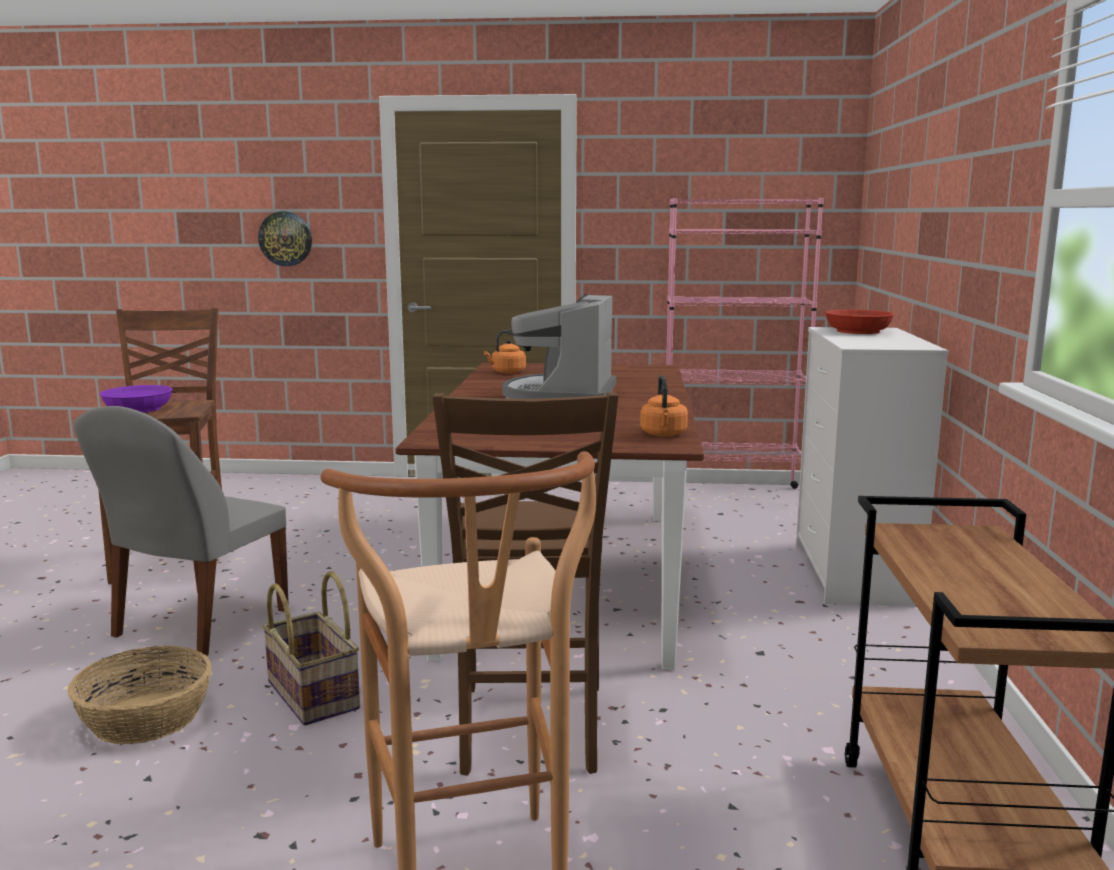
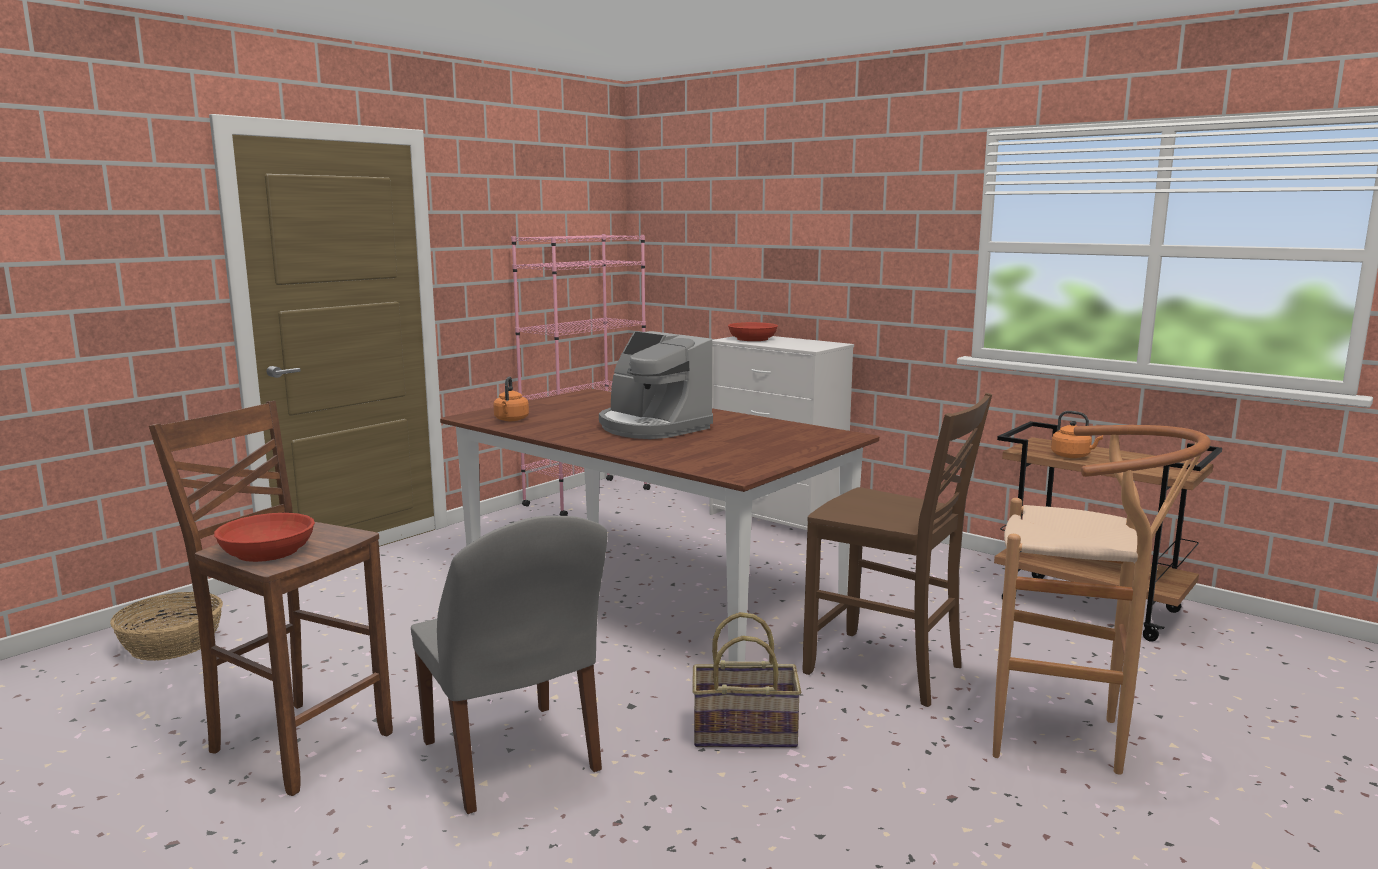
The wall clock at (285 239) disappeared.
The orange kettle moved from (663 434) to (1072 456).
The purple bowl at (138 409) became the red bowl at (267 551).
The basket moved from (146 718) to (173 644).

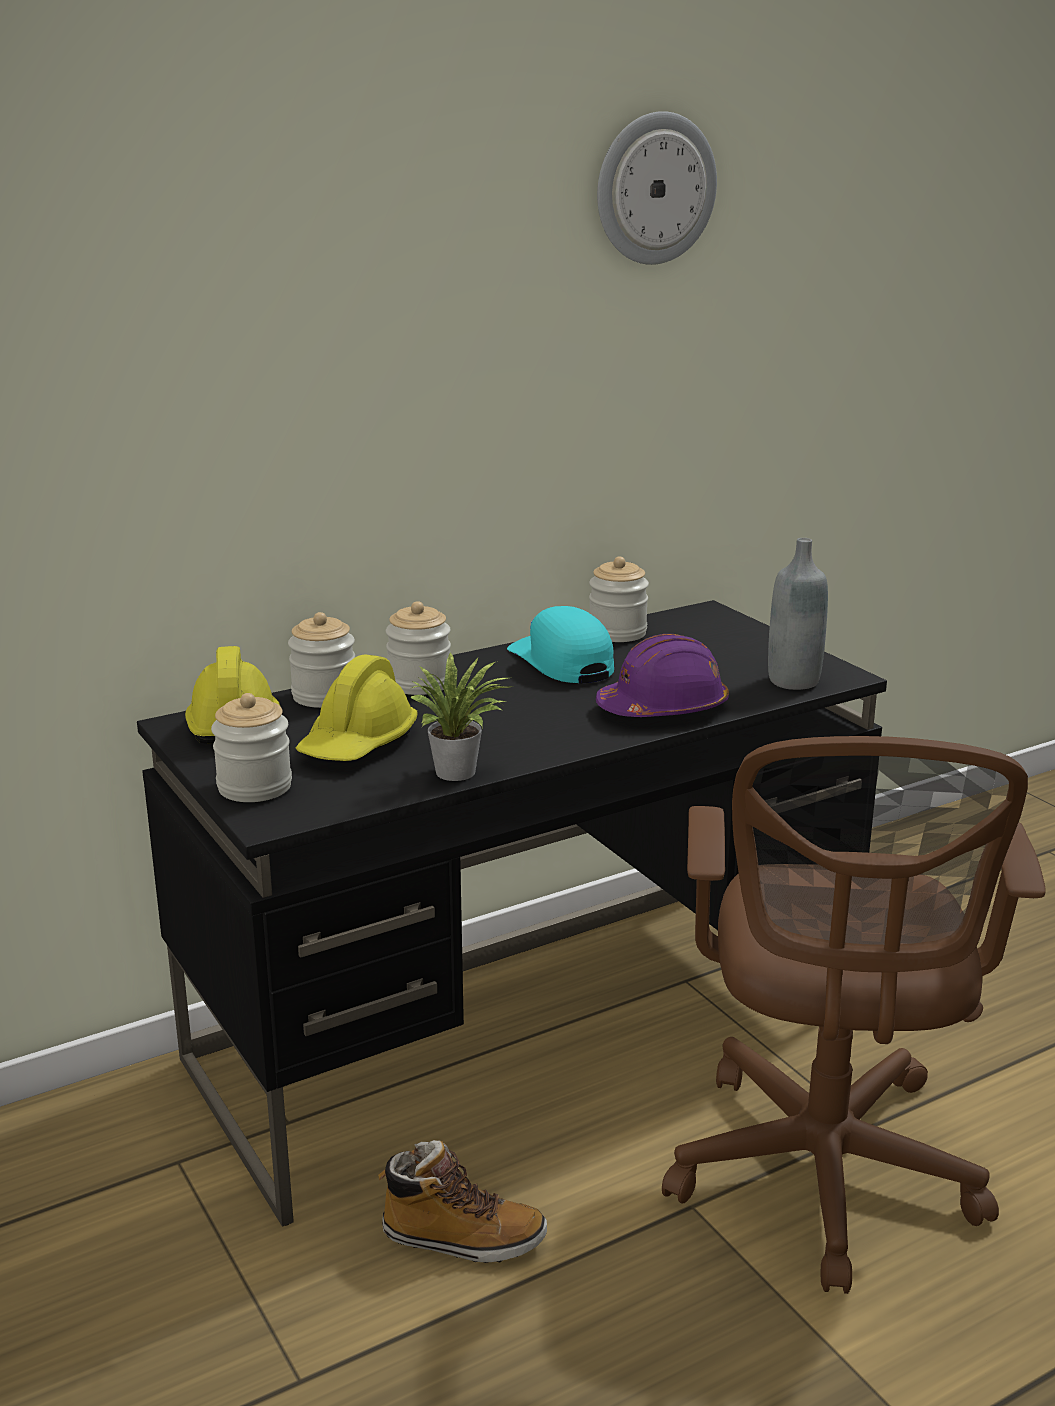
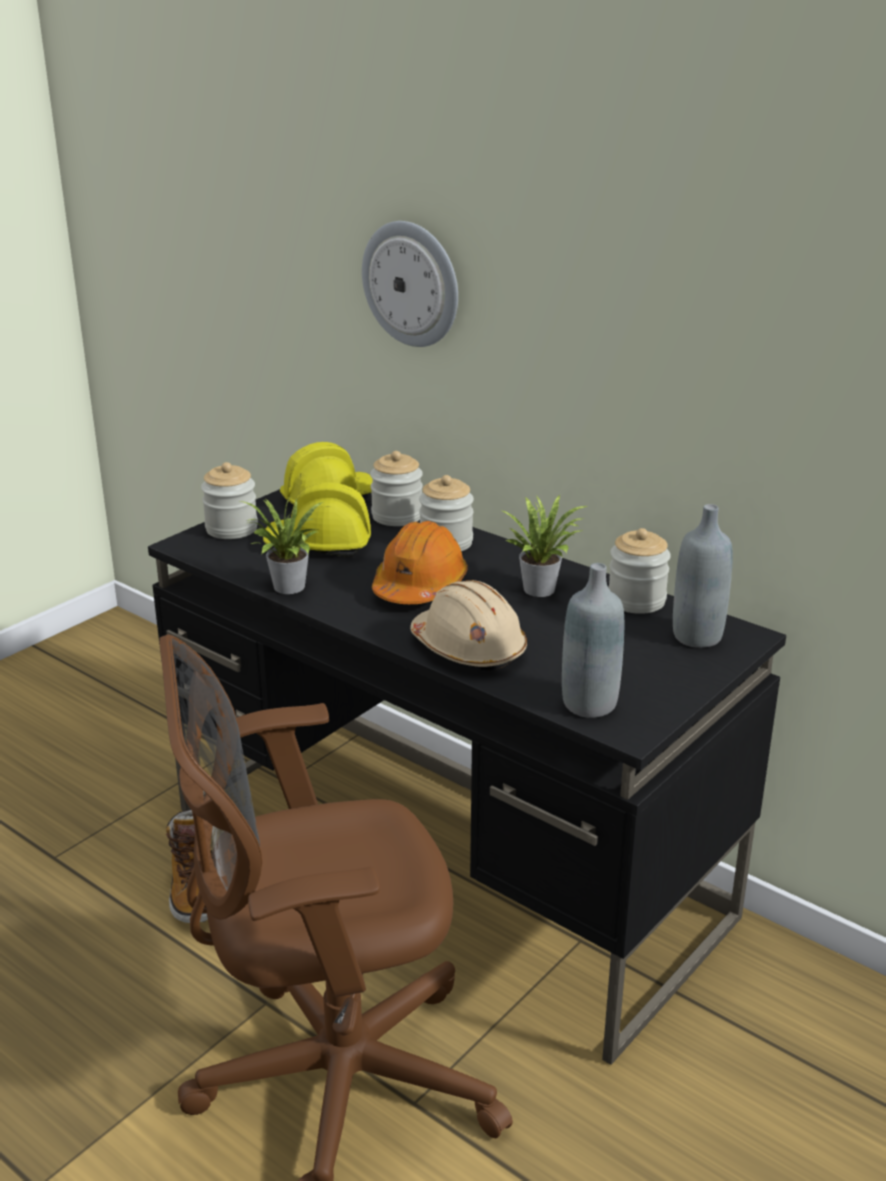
The wall clock moved from (654 189) to (412 284).
The turquoise cap at (562 661) was replaced by the potted plant at (542 588).
The purple hard hat at (663 709) became the beige hard hat at (468 648).
The grey bottle at (697 636) appeared.
The orange hard hat at (419 586) appeared.

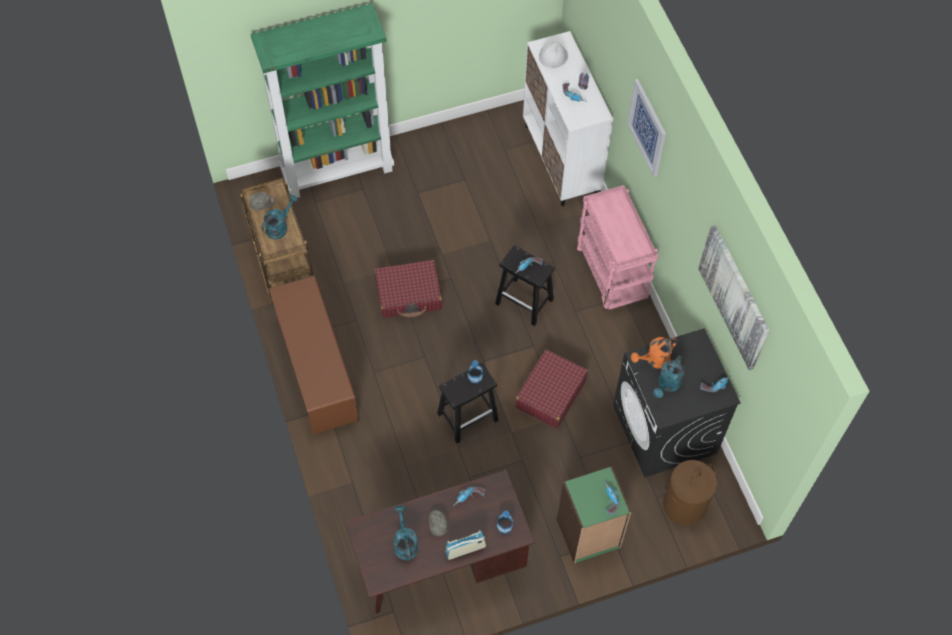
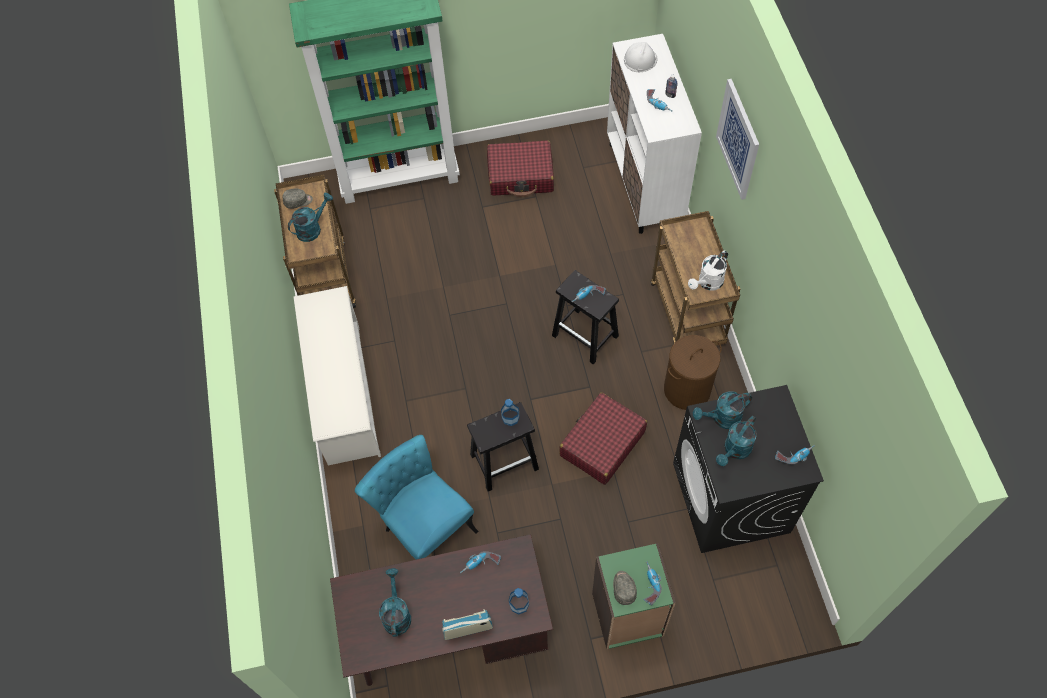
The pink cart at (612 275) became the brown cart at (688 314).
The picture at (734 297) disappeared.
The red suitcase moved from (409 294) to (521 175).
The brown shoe rack at (317 371) became the white shoe rack at (343 393).
The orange watering can at (654 360) became the turquoise watering can at (722 418).
The brown laundry basket moved from (684 505) to (687 389).
The grey cap moved from (437 523) to (623 588).
The white watering can at (708 283) appeared.
The turquoise chair at (424 524) appeared.

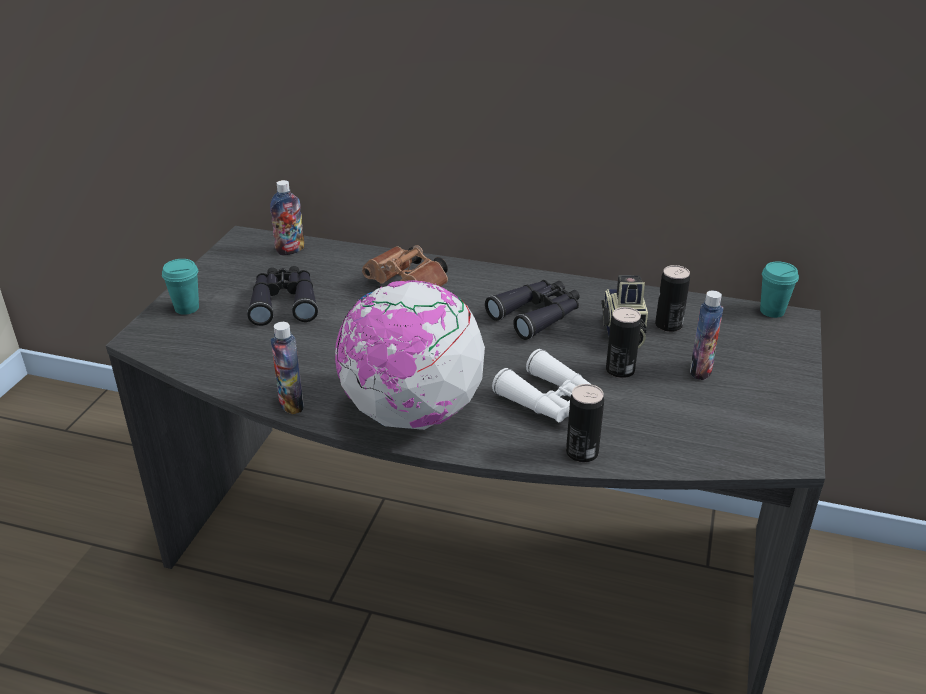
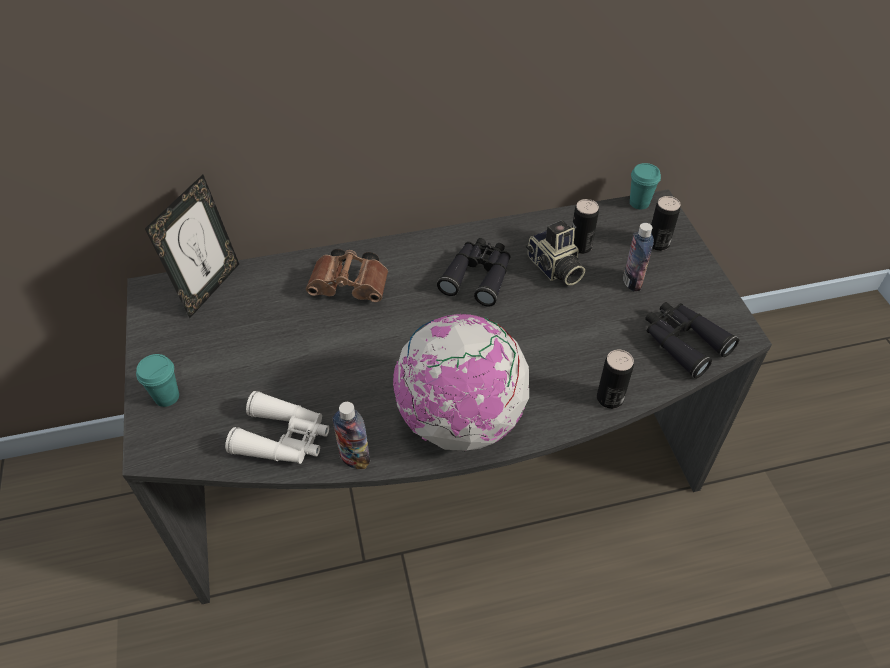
The bottle at (290 250) was replaced by the picture frame at (209 288).
The black binoculars moved from (284 302) to (683 342).
The can moved from (620 370) to (658 243).
The white binoculars moved from (552 402) to (284 438).

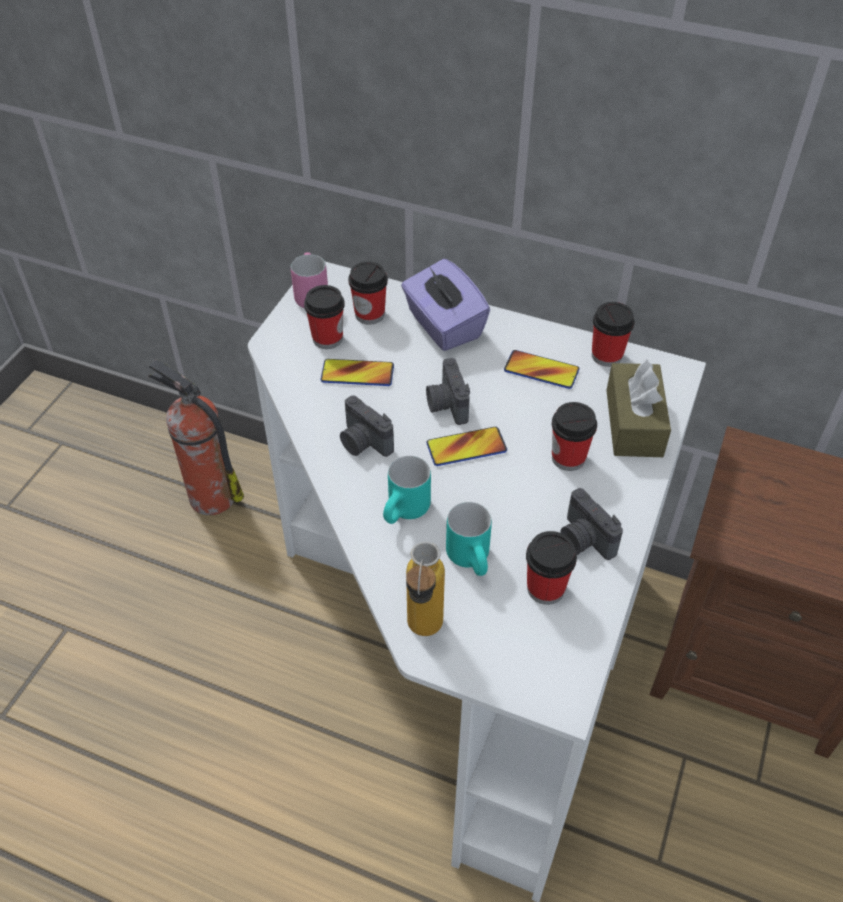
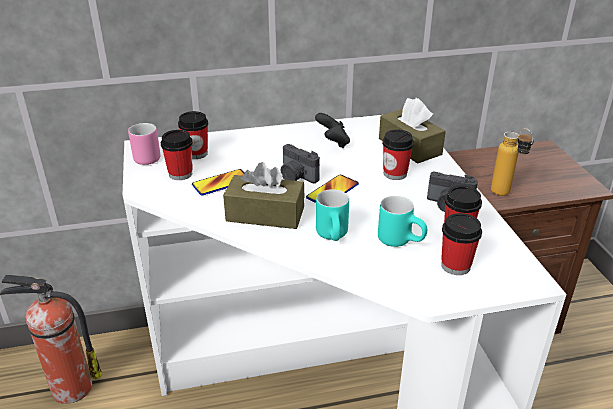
The purple tissue box at (443 326) disappeared.
The cup moved from (606 356) to (455 265).
The phone at (541 371) was replaced by the black game controller at (333 143).
The photo camera at (363 443) was replaced by the brown tissue box at (265 214).
The bottle moved from (423 635) to (505 195).

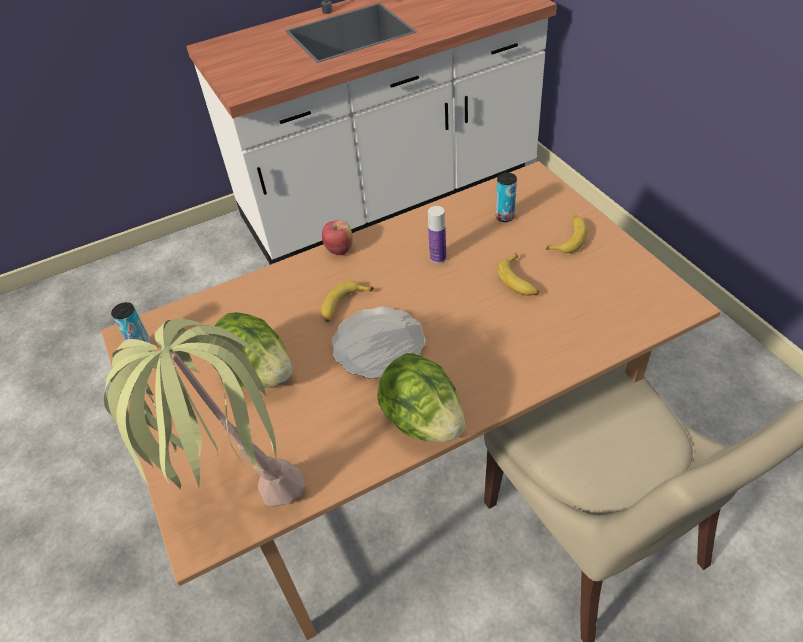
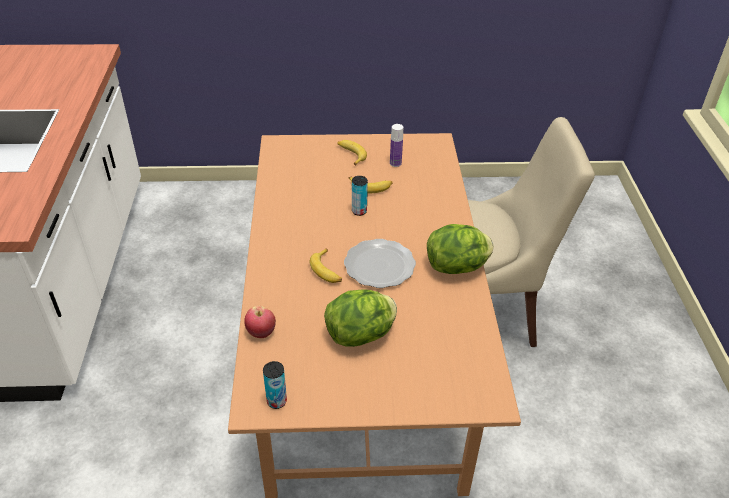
The can moved from (505 217) to (359 211).
The bottle moved from (438 258) to (395 163).
The apple moved from (339 250) to (261 332).
The potted plant at (235 488) disappeared.

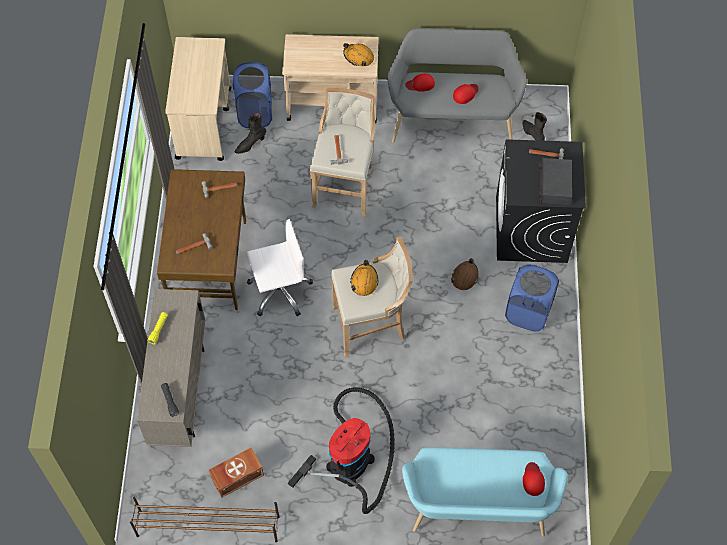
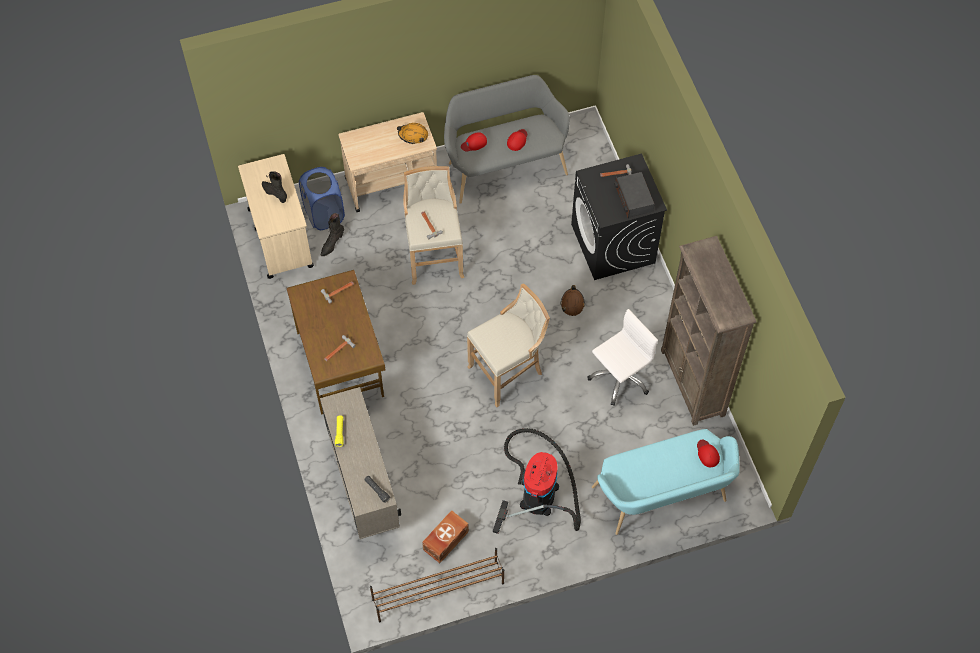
The black boot moved from (532 135) to (275 194).
The white office chair moved from (279 291) to (619 377).
The orange hard hat at (364 281) disappeared.
The blue laundry basket at (528 313) disappeared.
The brown bookcase at (692 383) appeared.

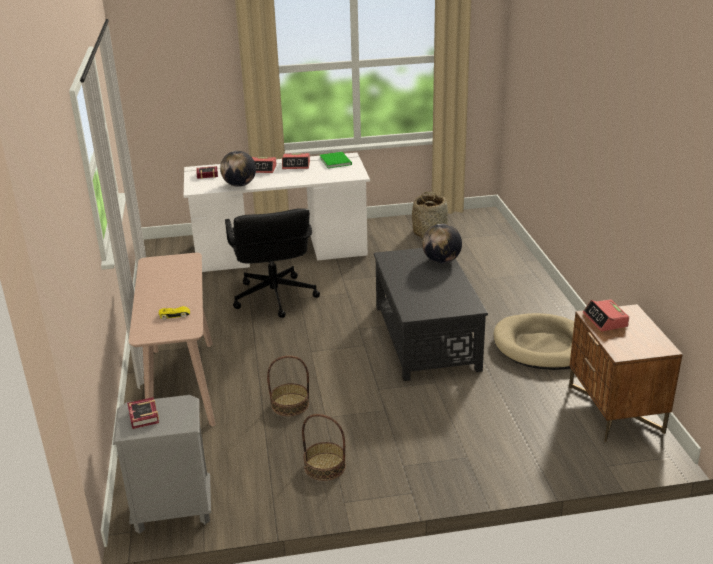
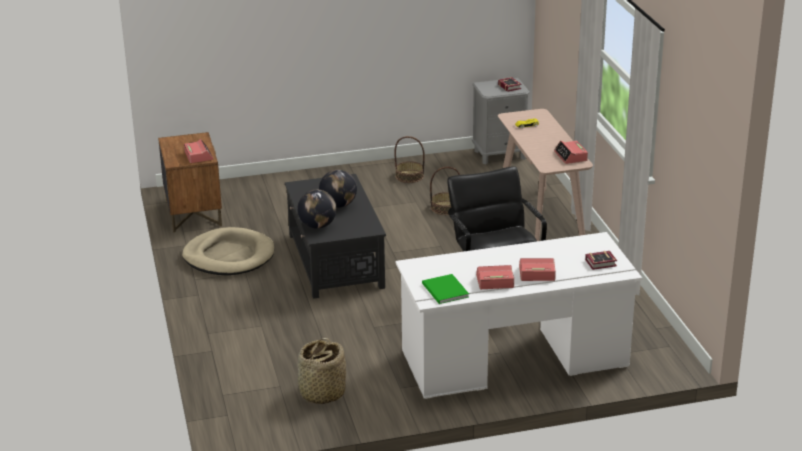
The globe moved from (239 185) to (338 205).
The alarm clock at (571 156) appeared.

